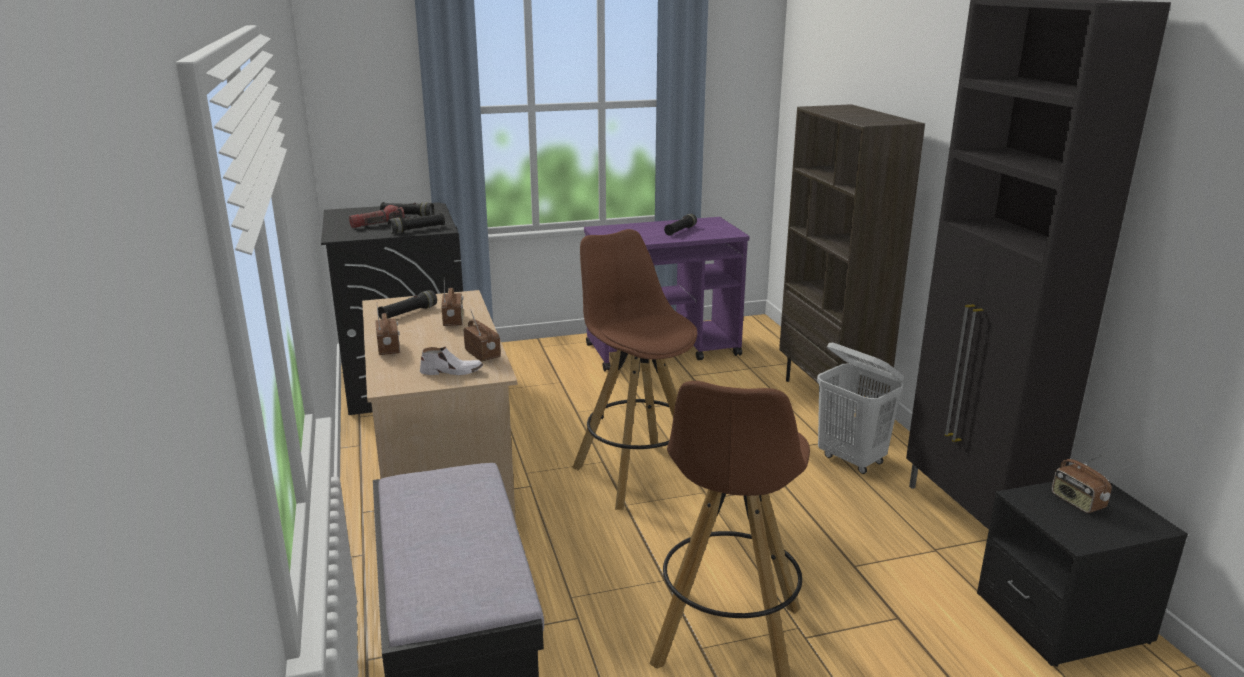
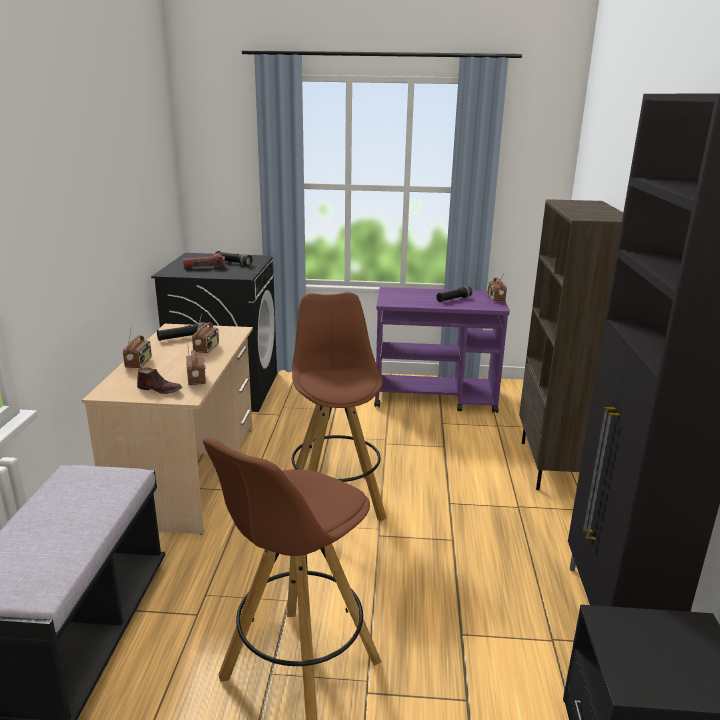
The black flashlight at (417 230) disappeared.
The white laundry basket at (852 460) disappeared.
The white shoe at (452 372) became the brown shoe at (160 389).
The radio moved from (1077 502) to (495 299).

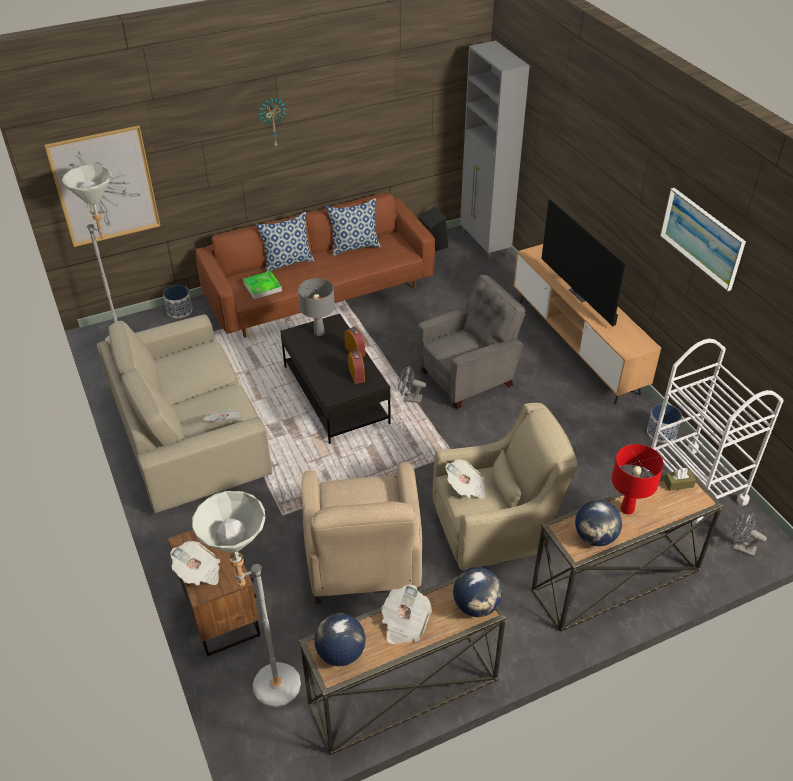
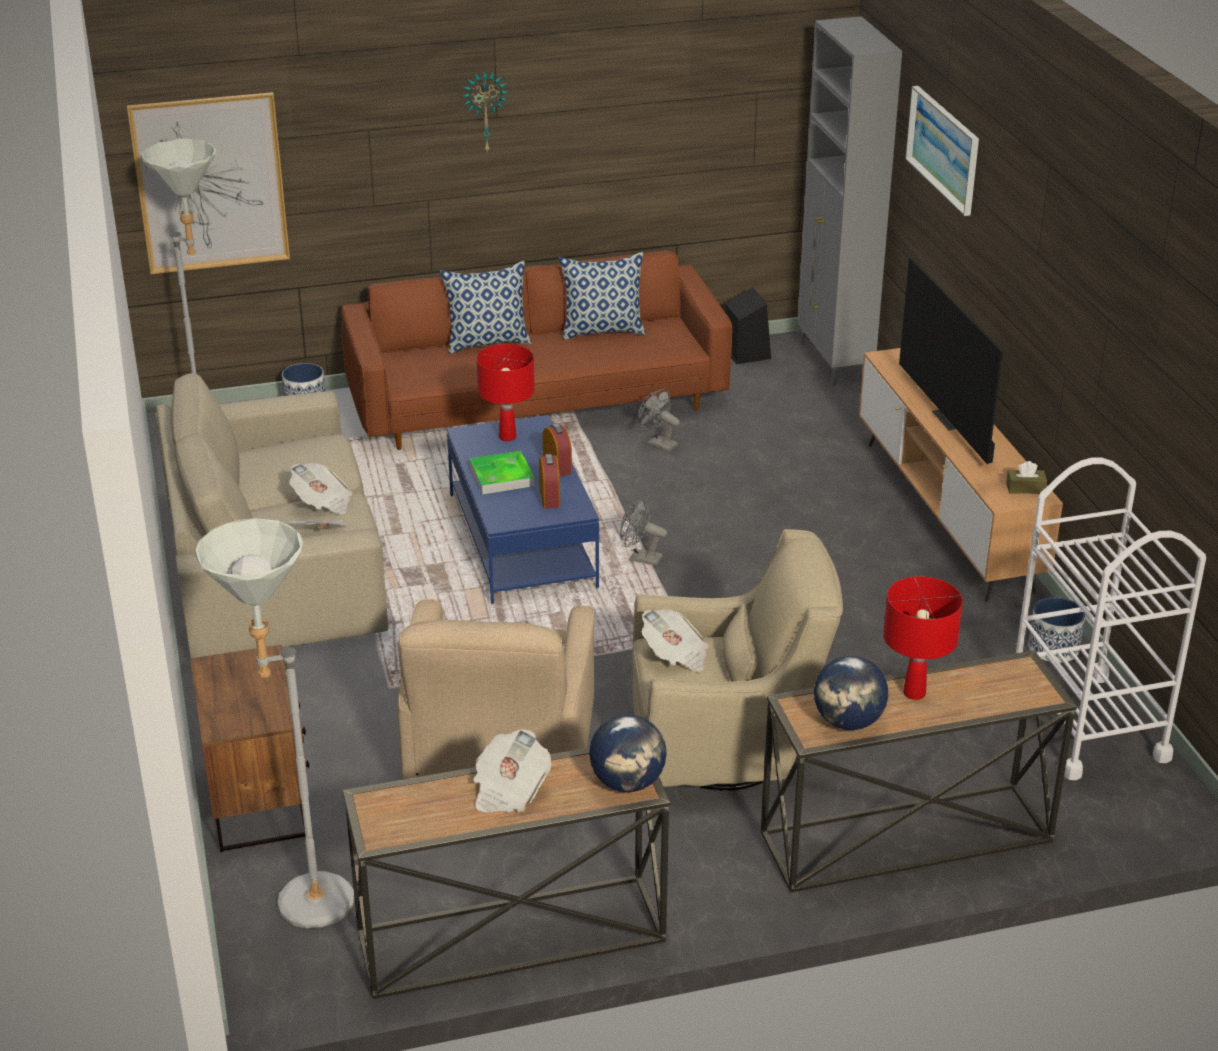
The picture moved from (702 238) to (943 149).
The tray moved from (262 287) to (502 476).
The grey armchair at (469 378) disappeared.
The grey table lamp at (319 333) became the red table lamp at (507 437).
The black coffee table at (335 394) became the blue coffee table at (521 540).
The brown tissue box moved from (678 484) to (1025 488).
The grey fan moved from (740 548) to (658 443).
The newspaper moved from (198 572) to (323 503).
The globe at (340 653) disappeared.

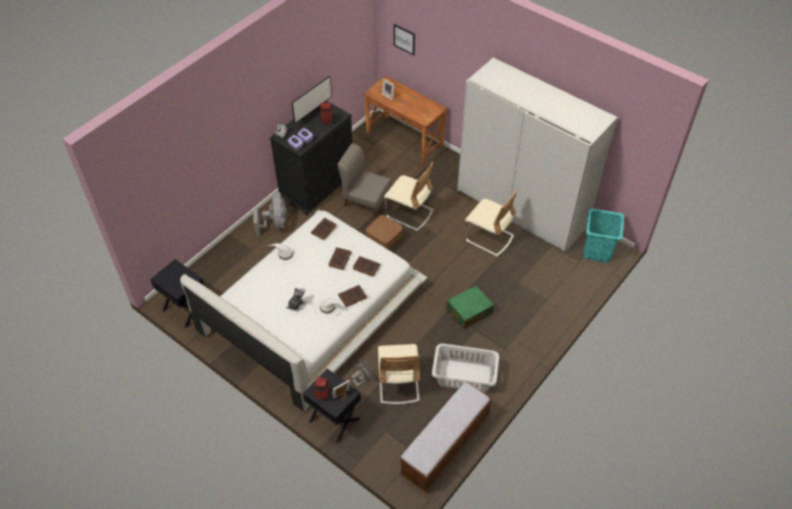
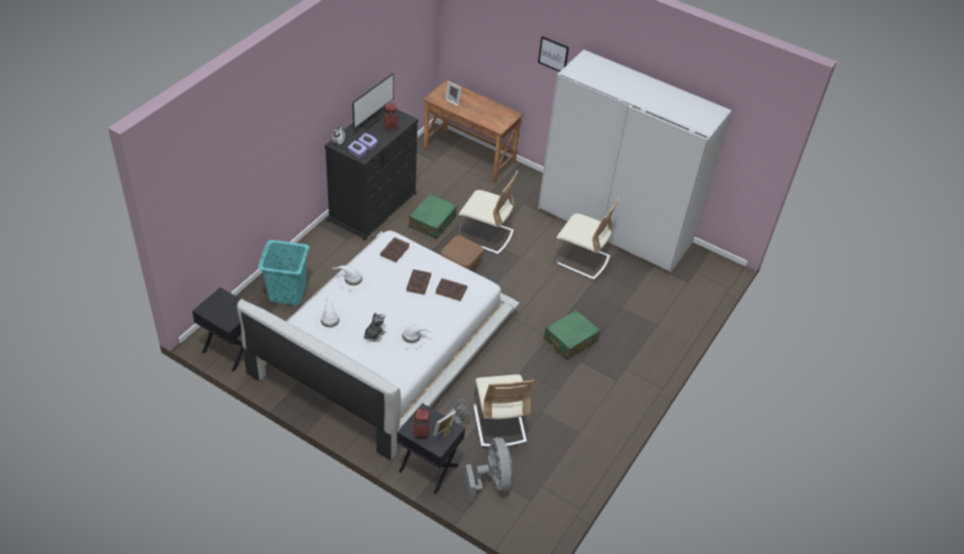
The picture moved from (404 39) to (553 54).
The grey chair at (365 200) was replaced by the green suitcase at (432 222).
The grey fan moved from (275 224) to (491 481).
The turquoise laundry basket moved from (597 251) to (287 292).
The brown book at (353 296) disappeared.
The grey laundry basket at (464 376) disappeared.
The bench at (445 446) disappeared.
The white hat at (329 321) appeared.

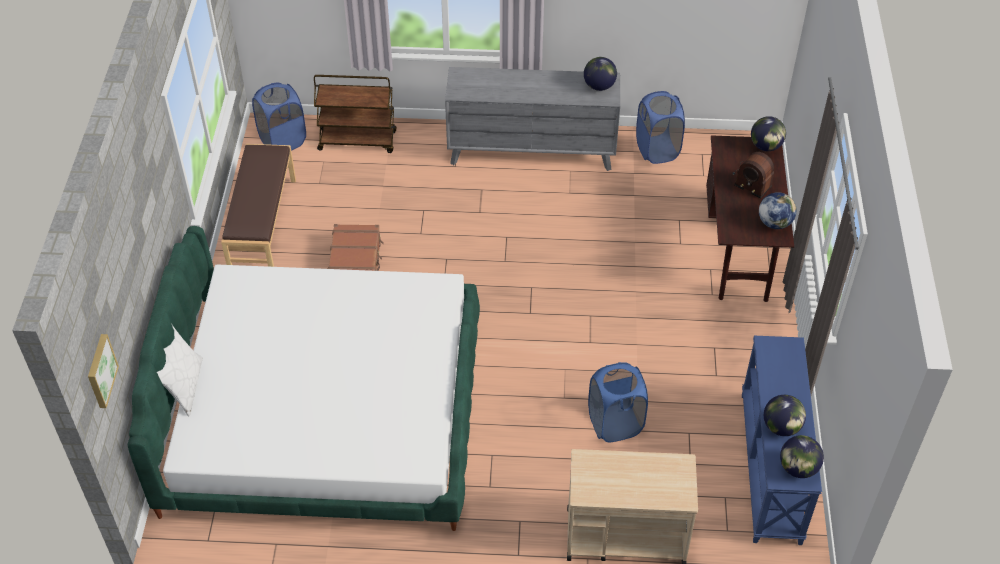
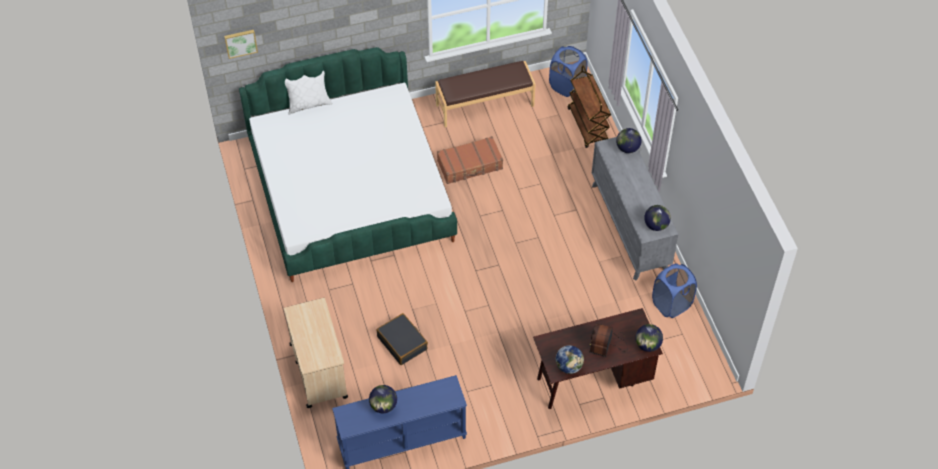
The blue laundry basket at (615 423) was replaced by the black suitcase at (402 343).
The globe moved from (798 468) to (627 148).

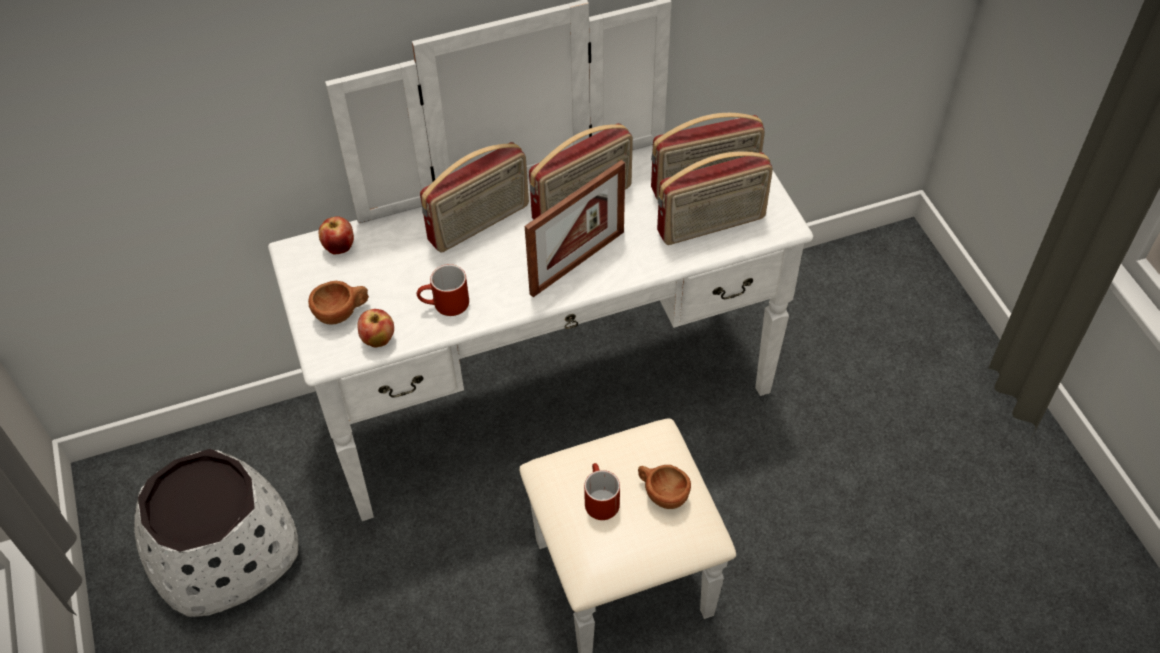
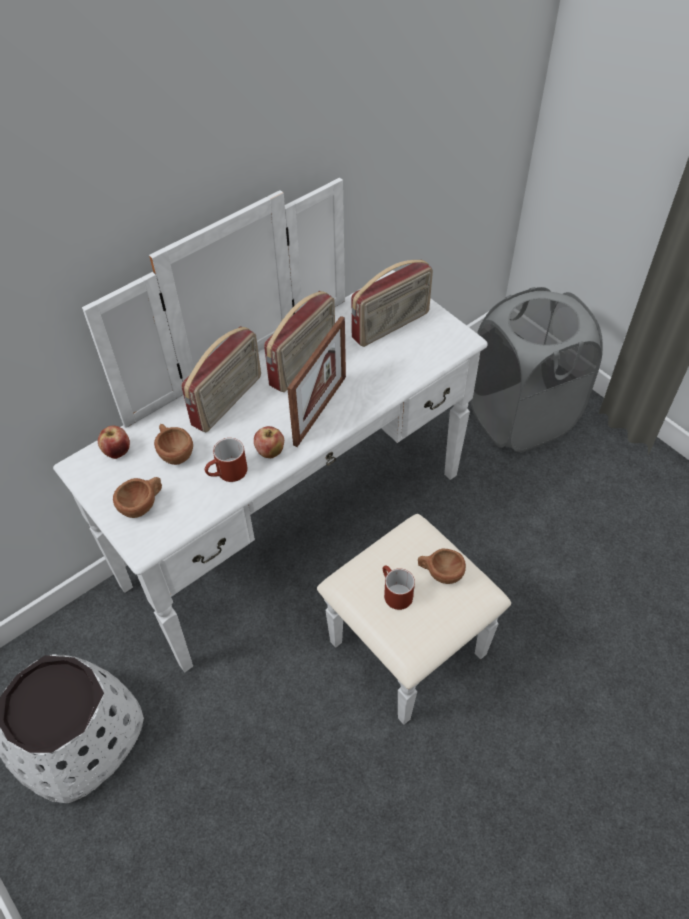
The radio at (712 226) disappeared.
The apple moved from (378 340) to (270 452).
The grey laundry basket at (521 417) appeared.
The brown cup at (174 452) appeared.

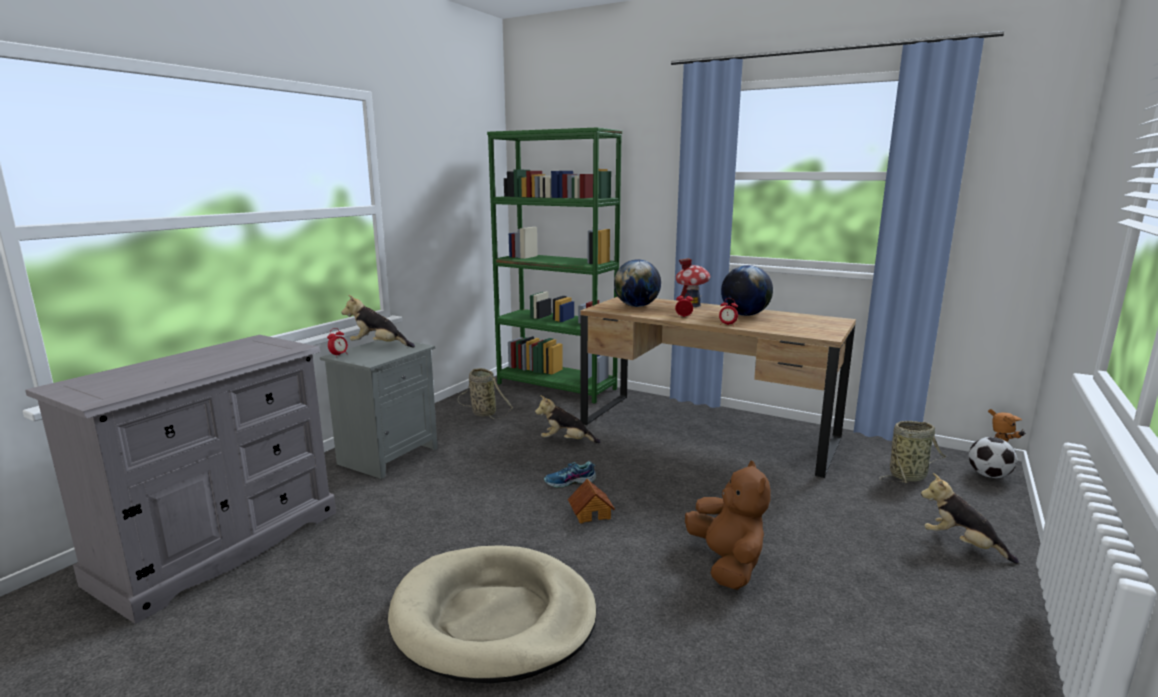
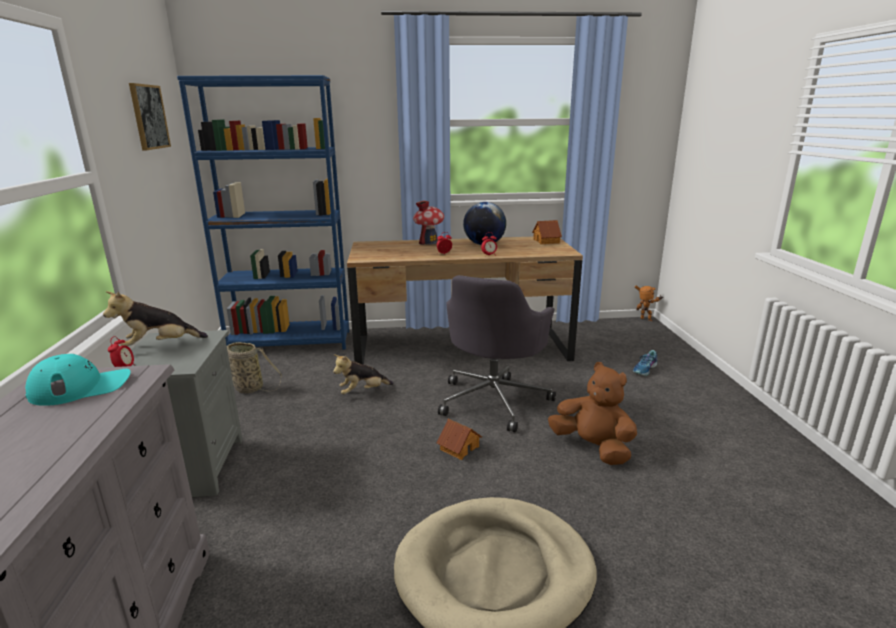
The green bookcase at (556 386) became the blue bookcase at (291 342).
The globe at (636 306) disappeared.
The basket at (909 476) disappeared.
The football at (988 475) disappeared.
The shoe moved from (570 482) to (645 369).
The plush toy at (961 545) disappeared.
The picture at (149 117) appeared.
The toy house at (546 241) appeared.
The grey office chair at (494 400) appeared.
The turquoise cap at (81 387) appeared.

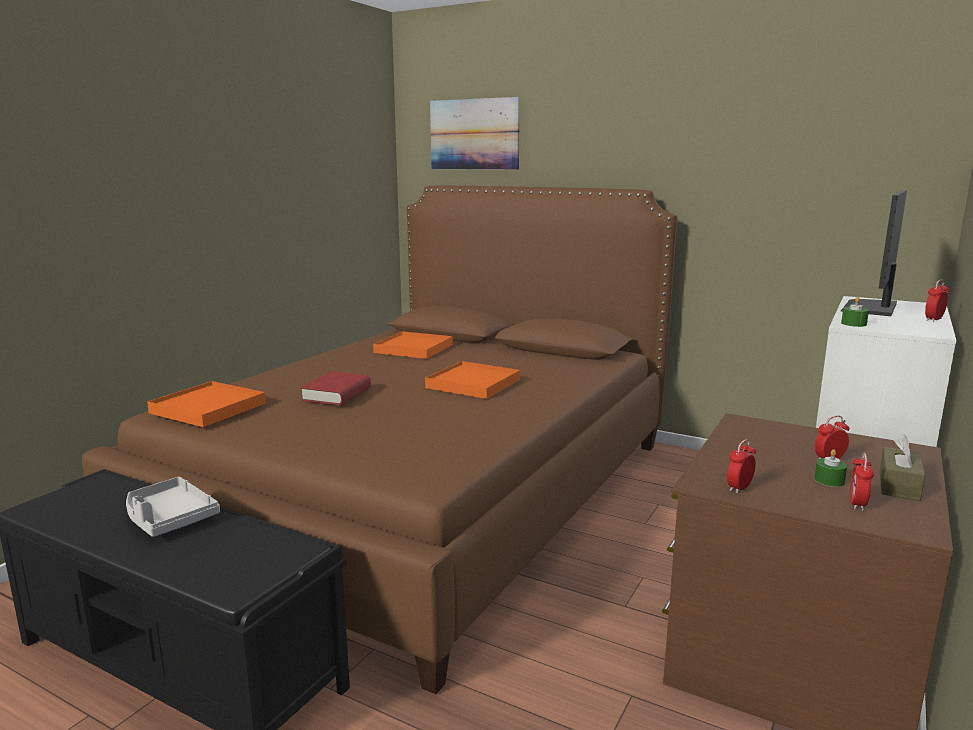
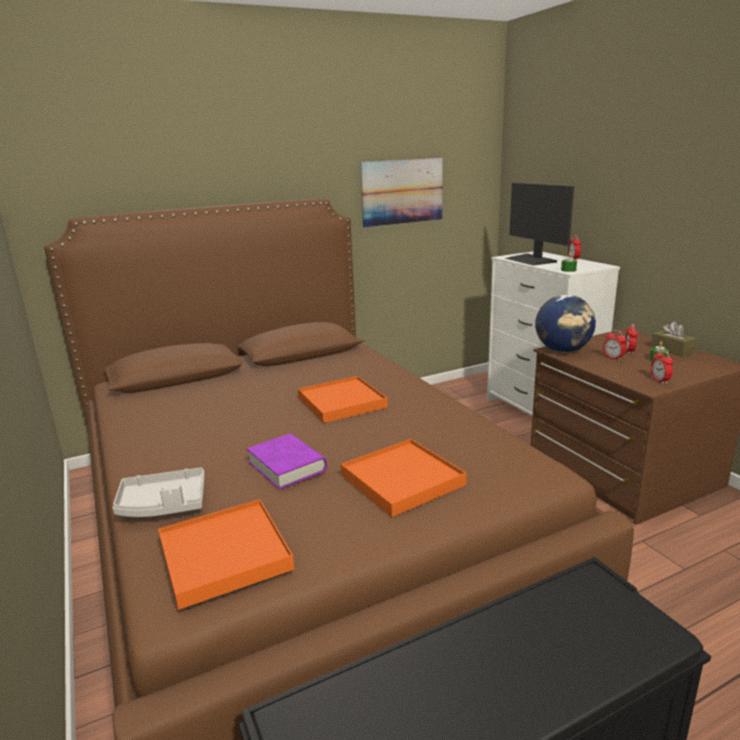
The picture moved from (474 134) to (402 192).
The orange tray moved from (413 349) to (402 480).
The red book at (337 394) became the purple book at (287 466).
The alarm clock moved from (857 504) to (613 358).
The grey tray moved from (169 518) to (163 505).
The globe at (563 350) appeared.

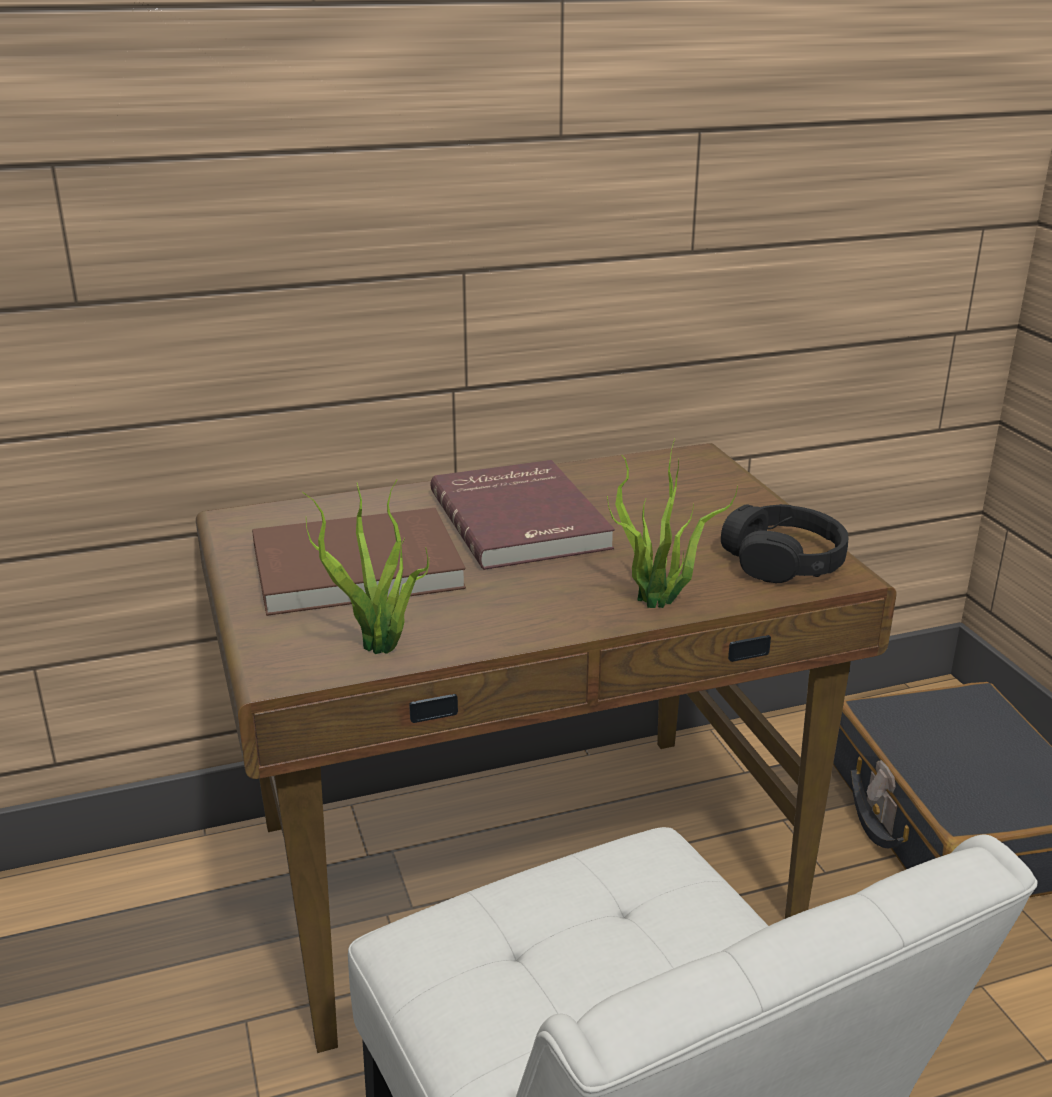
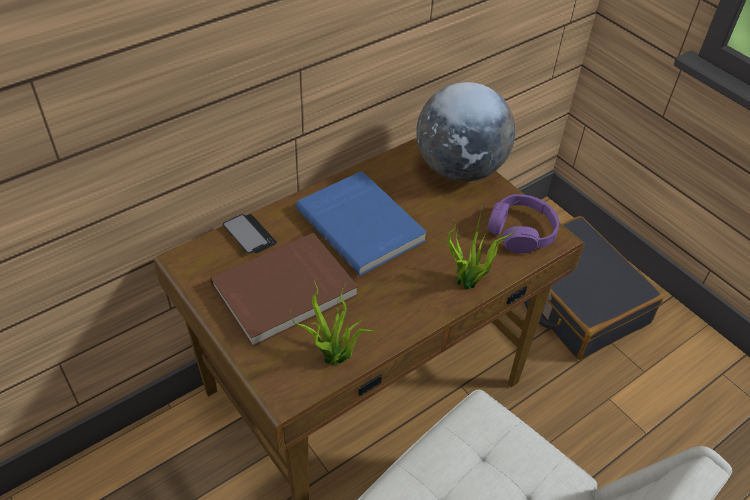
The red book at (522 520) became the blue book at (362 224).
The black headphones at (783 560) became the purple headphones at (521 231).
The globe at (460 169) appeared.
The phone at (249 235) appeared.

